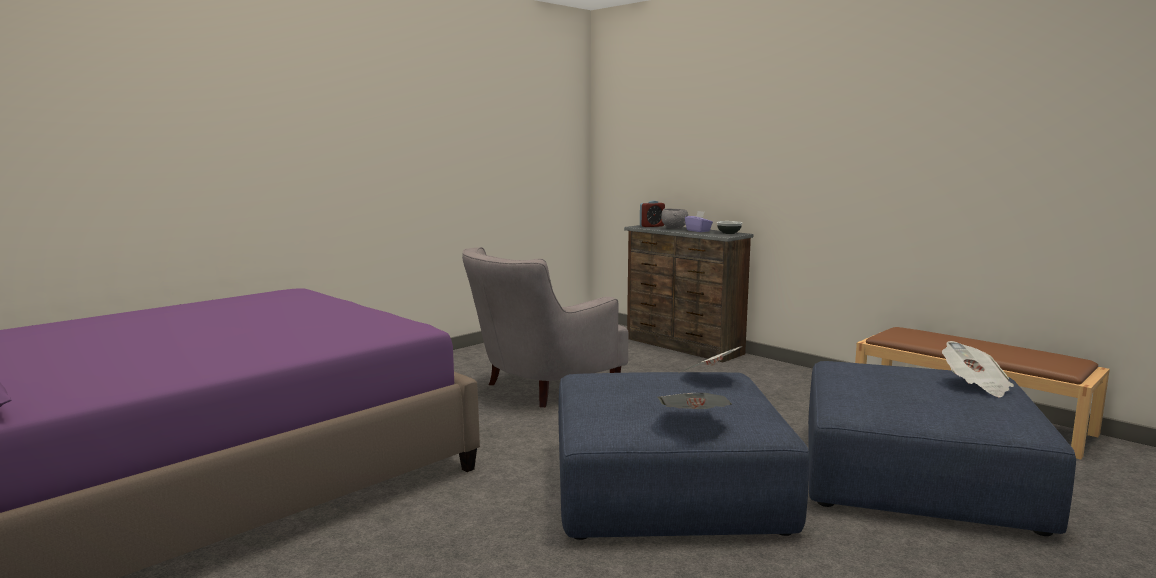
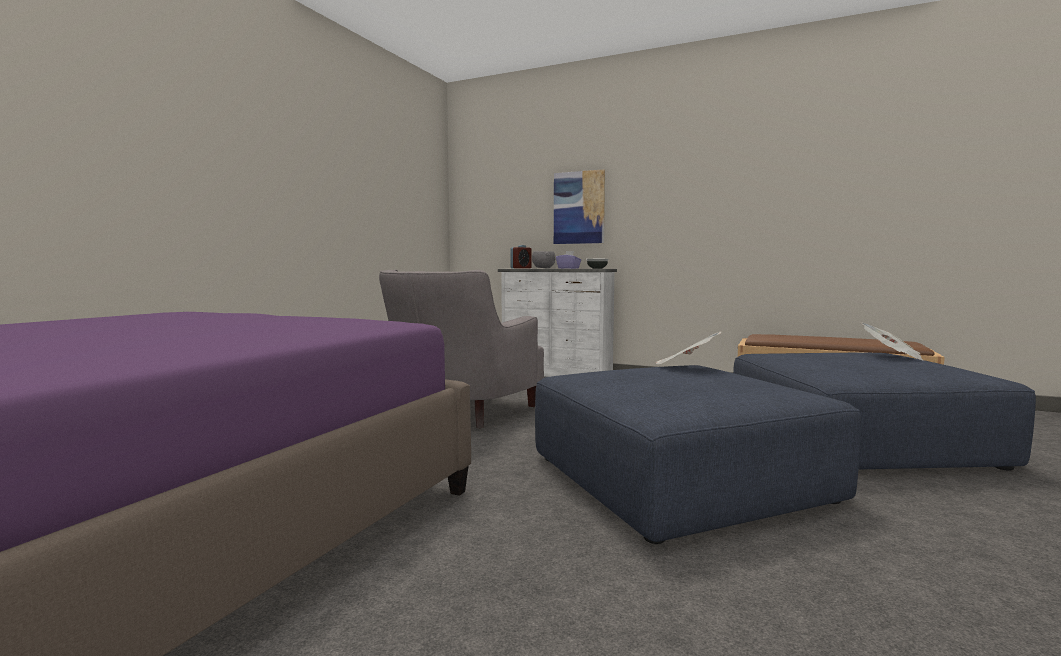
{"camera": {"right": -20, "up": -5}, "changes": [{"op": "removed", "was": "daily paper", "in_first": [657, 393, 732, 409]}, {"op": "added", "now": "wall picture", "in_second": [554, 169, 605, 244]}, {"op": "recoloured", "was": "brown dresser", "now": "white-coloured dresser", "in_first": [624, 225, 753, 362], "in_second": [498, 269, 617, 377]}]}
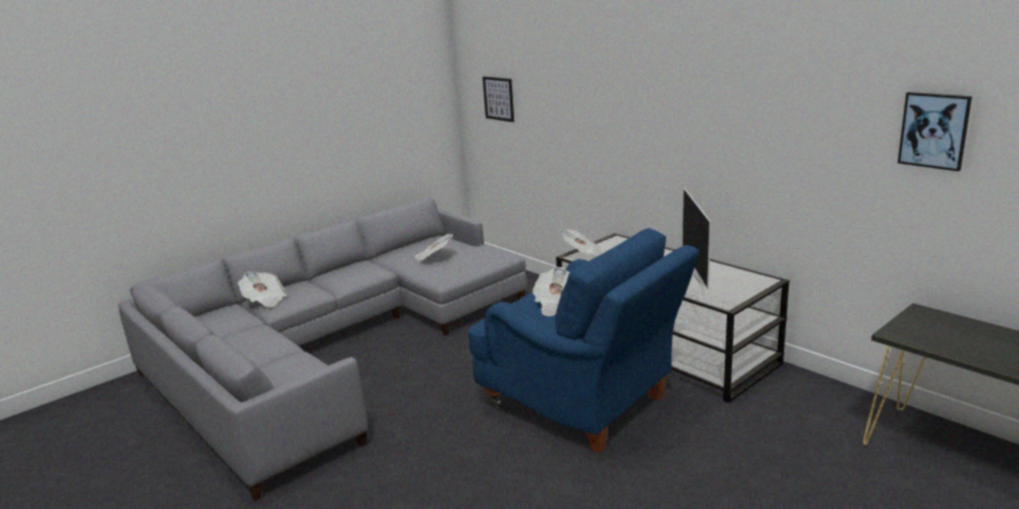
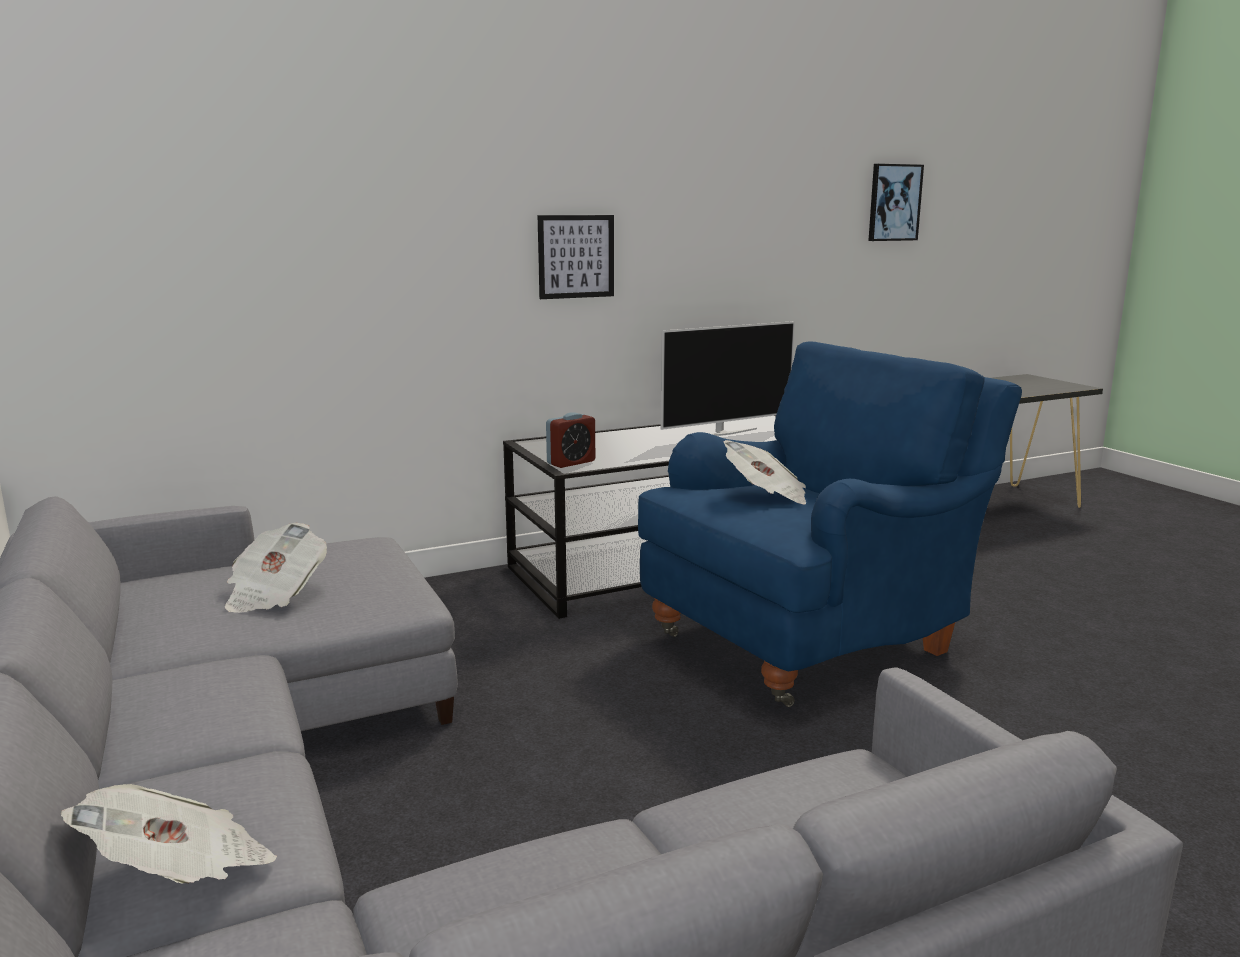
{"camera": {"right": -75, "up": -5}, "changes": [{"op": "moved", "was": "wall picture", "in_first": [483, 77, 514, 122], "in_second": [538, 215, 614, 299]}, {"op": "replaced", "was": "daily paper", "now": "table clock", "in_first": [559, 229, 602, 256], "in_second": [546, 412, 595, 468]}, {"op": "turned", "was": "television", "in_first": [682, 188, 711, 289], "in_second": [661, 321, 795, 436], "clockwise": -45}]}
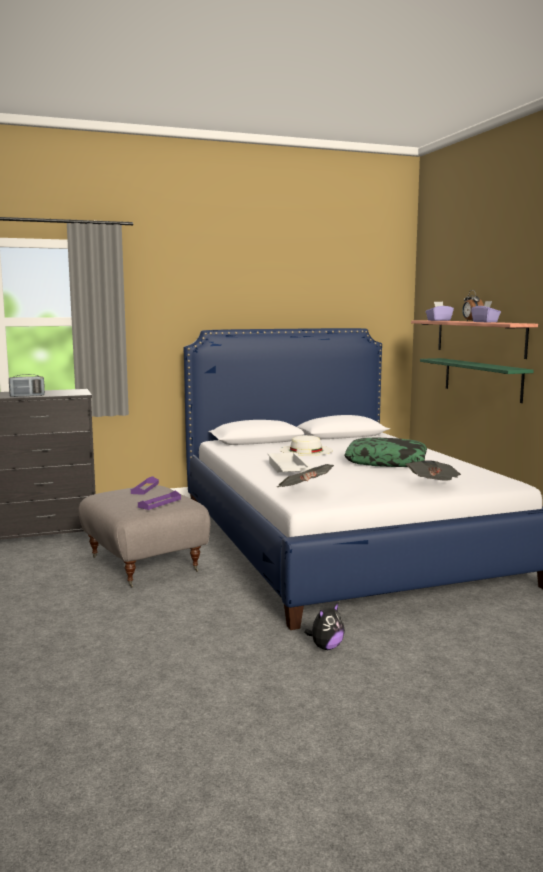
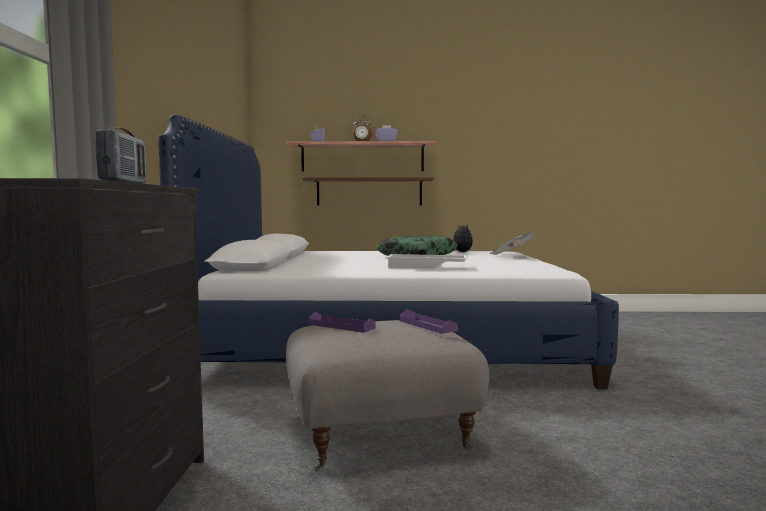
{"camera": {"right": -70, "up": -5}, "changes": [{"op": "removed", "was": "daily paper", "in_first": [277, 464, 334, 487]}, {"op": "removed", "was": "white-coloured hat", "in_first": [280, 435, 333, 456]}, {"op": "moved", "was": "soft toy", "in_first": [304, 603, 345, 650], "in_second": [453, 224, 473, 252]}, {"op": "recoloured", "was": "green wall shelf", "now": "brown wall shelf", "in_first": [420, 358, 534, 403], "in_second": [303, 177, 434, 206]}]}
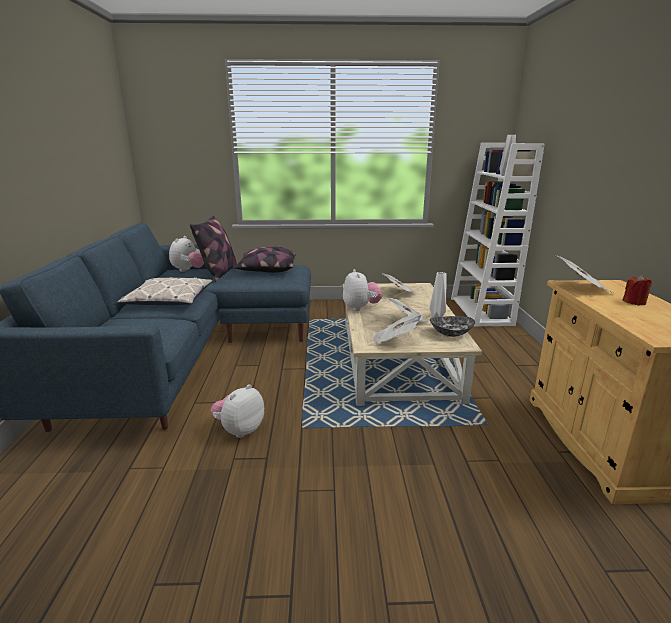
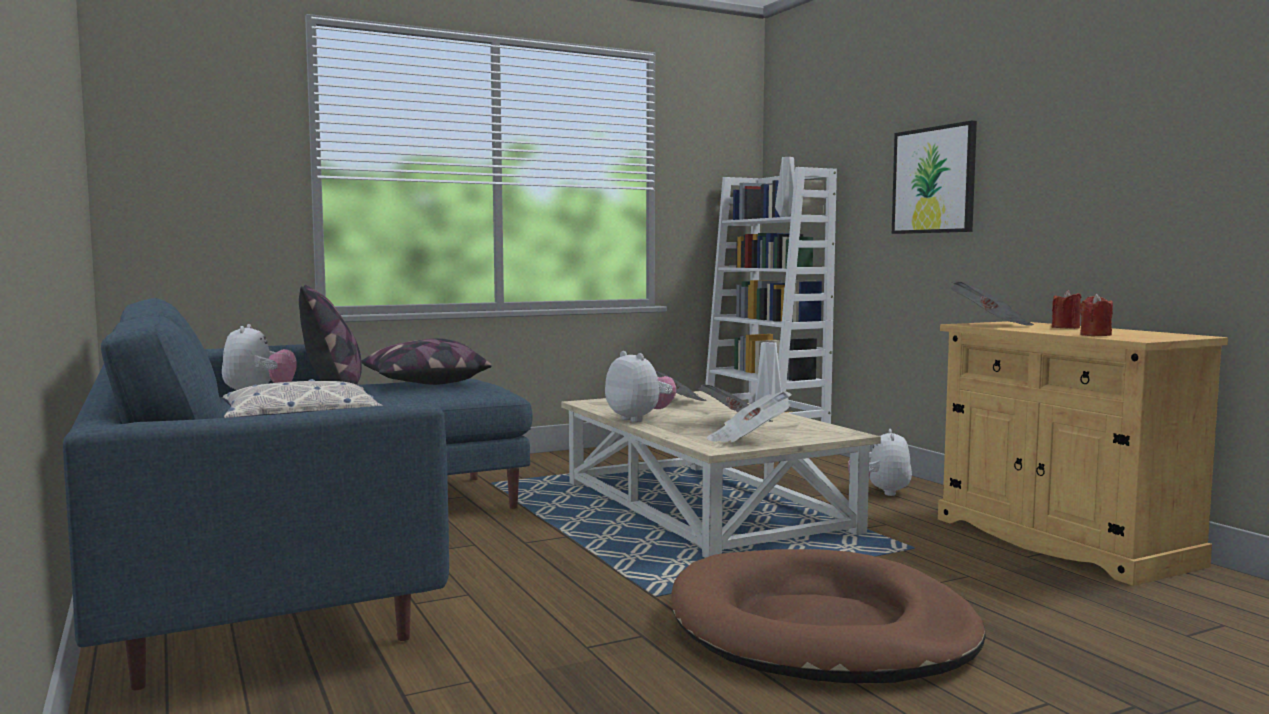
{"camera": {"right": -25, "up": -15}, "changes": [{"op": "removed", "was": "deep dish", "in_first": [430, 316, 475, 337]}, {"op": "added", "now": "brown dog bed", "in_second": [671, 549, 986, 683]}, {"op": "added", "now": "wall picture", "in_second": [892, 121, 977, 234]}, {"op": "added", "now": "red wax light", "in_second": [1080, 294, 1113, 336]}, {"op": "moved", "was": "soft toy", "in_first": [210, 384, 264, 438], "in_second": [848, 429, 912, 496]}]}
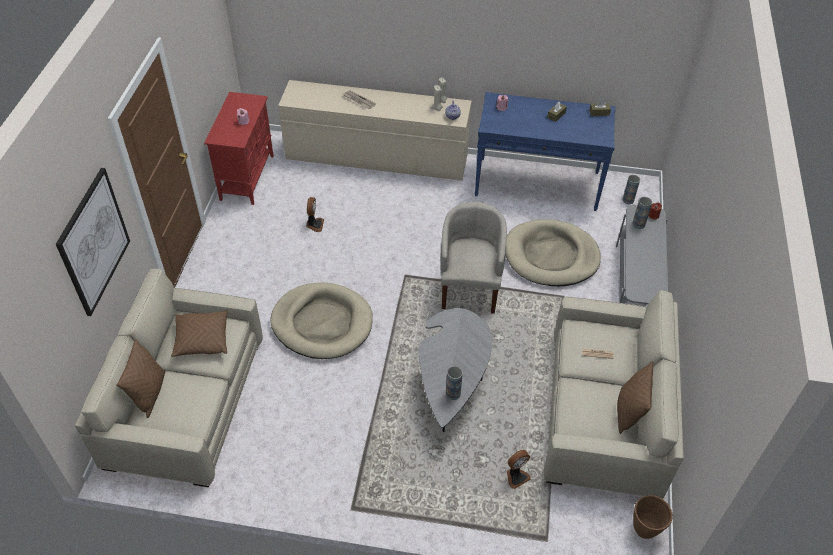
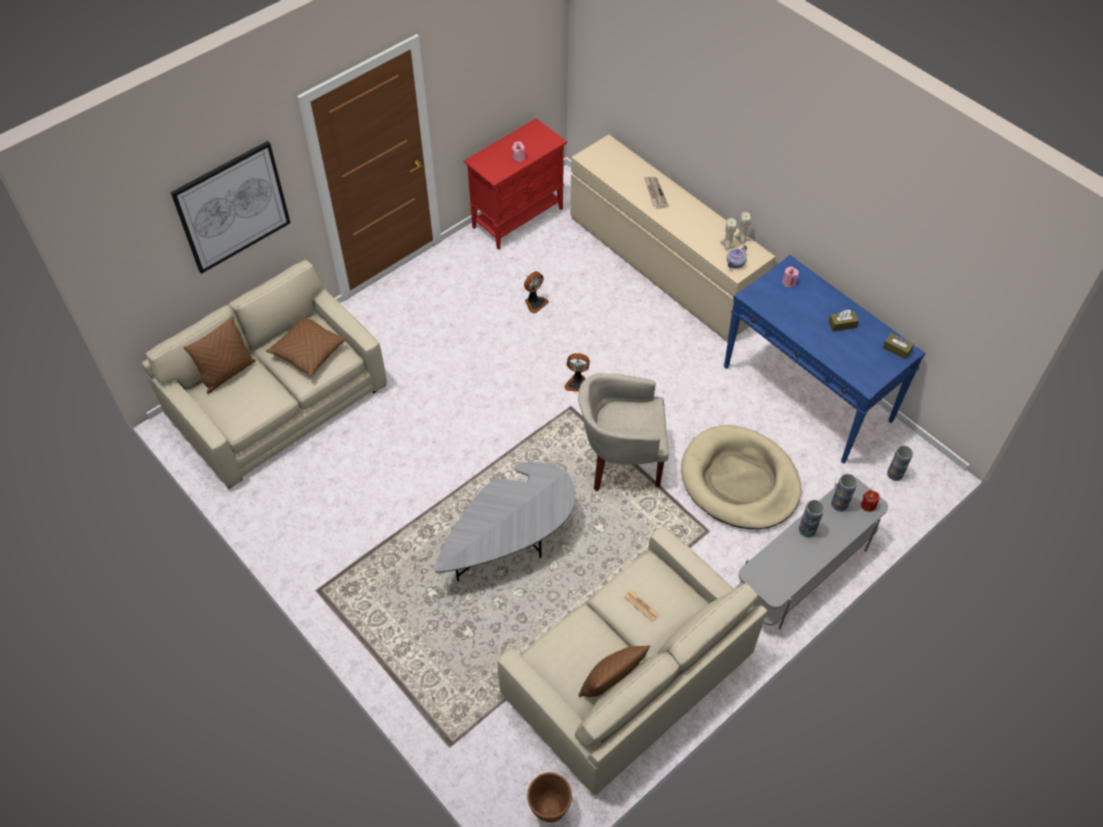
{"camera": {"right": 40, "up": 5}, "changes": [{"op": "removed", "was": "sand-coloured dog bed", "in_first": [270, 282, 373, 359]}, {"op": "moved", "was": "decorative vase", "in_first": [446, 366, 463, 400], "in_second": [799, 500, 824, 538]}, {"op": "moved", "was": "electric fan", "in_first": [507, 450, 531, 489], "in_second": [564, 353, 590, 392]}, {"op": "turned", "was": "sand-coloured lounge chair", "in_first": [441, 201, 507, 314], "in_second": [578, 373, 669, 491], "clockwise": -135}]}
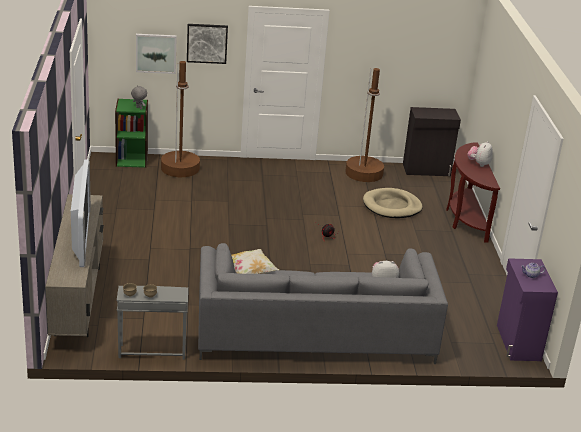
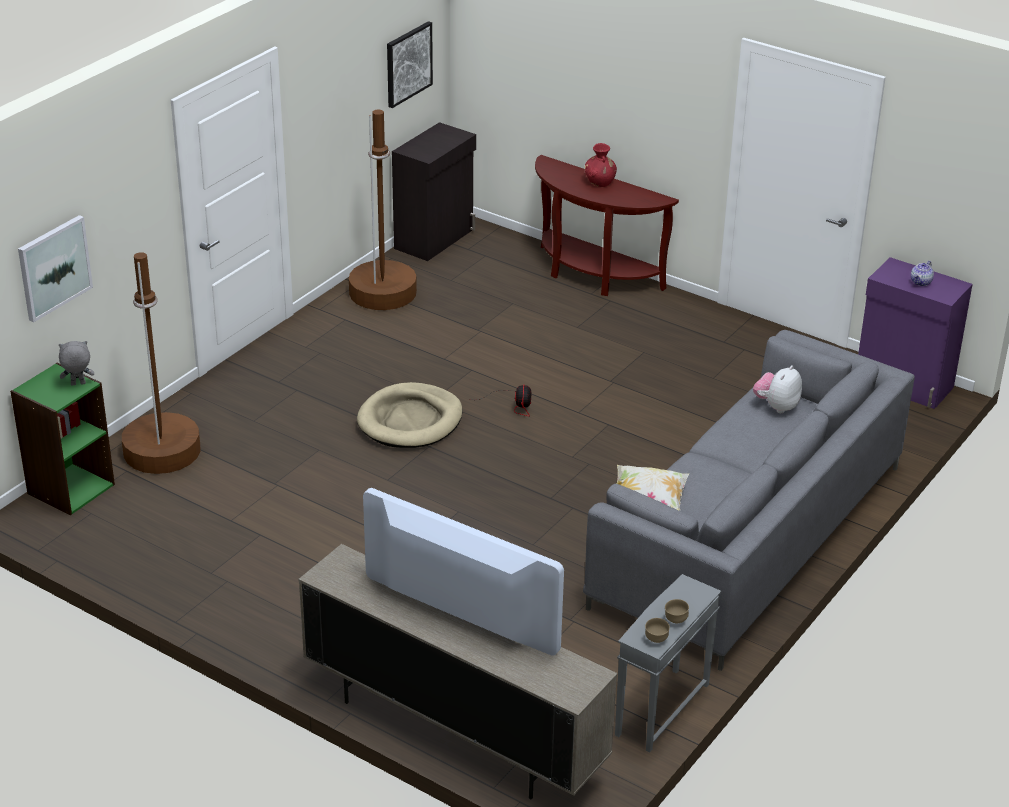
{"camera": {"right": -50, "up": 5}, "changes": [{"op": "moved", "was": "wall picture", "in_first": [187, 24, 228, 64], "in_second": [387, 21, 433, 108]}, {"op": "moved", "was": "sand-coloured dog bed", "in_first": [363, 188, 423, 218], "in_second": [357, 382, 463, 448]}, {"op": "replaced", "was": "soft toy", "now": "red decorative vase", "in_first": [467, 141, 493, 167], "in_second": [585, 143, 617, 187]}]}
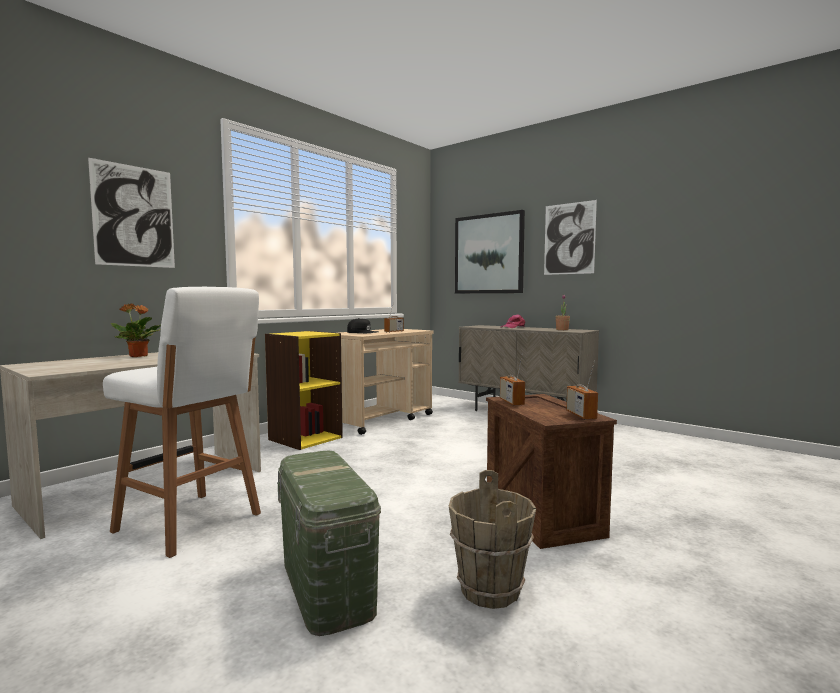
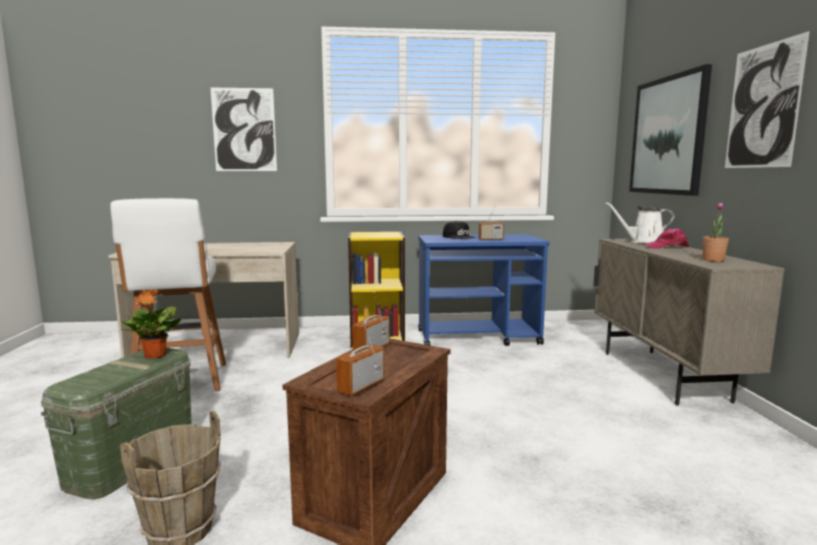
{"camera": {"right": 45, "up": 5}, "changes": [{"op": "added", "now": "white-coloured sprinkling can", "in_second": [605, 202, 675, 243]}, {"op": "moved", "was": "plant in a pot", "in_first": [111, 304, 161, 357], "in_second": [121, 289, 181, 358]}, {"op": "recoloured", "was": "sand-coloured cart", "now": "blue cart", "in_first": [339, 329, 434, 435], "in_second": [418, 234, 549, 346]}]}
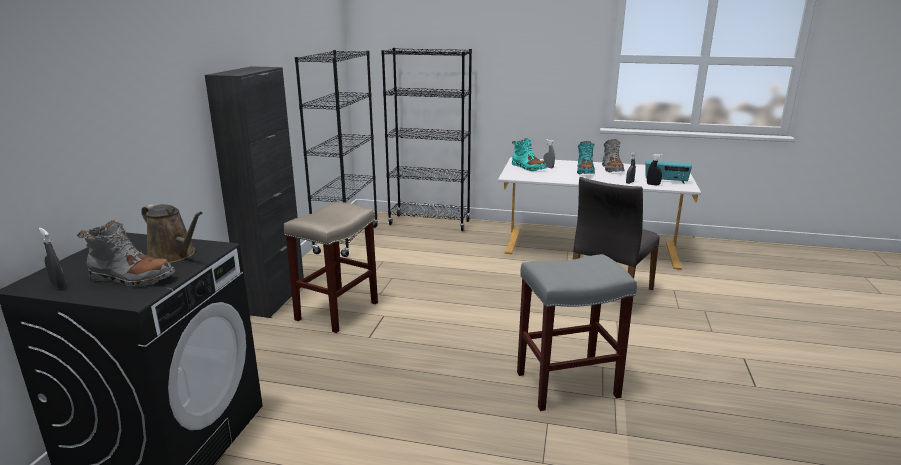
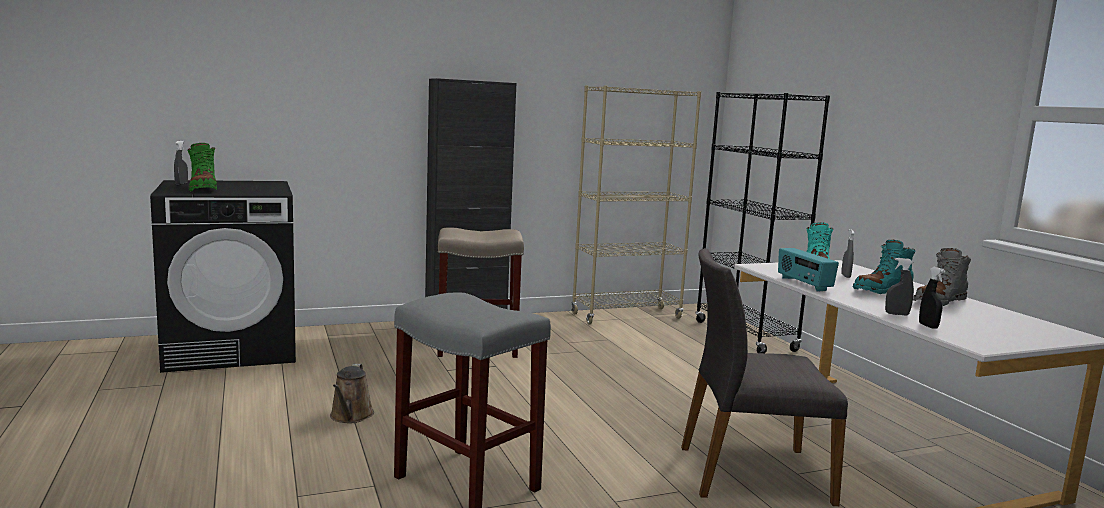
{"camera": {"right": 55, "up": -10}, "changes": [{"op": "moved", "was": "brown sprinkling can", "in_first": [141, 204, 202, 263], "in_second": [330, 364, 374, 423]}, {"op": "moved", "was": "radio", "in_first": [645, 161, 692, 184], "in_second": [778, 248, 839, 292]}, {"op": "recoloured", "was": "greyish high-top boot", "now": "green high-top boot", "in_first": [77, 220, 175, 287], "in_second": [188, 143, 217, 191]}, {"op": "recoloured", "was": "blackish bookcase", "now": "sand-coloured bookcase", "in_first": [295, 50, 379, 257], "in_second": [571, 86, 701, 325]}]}
